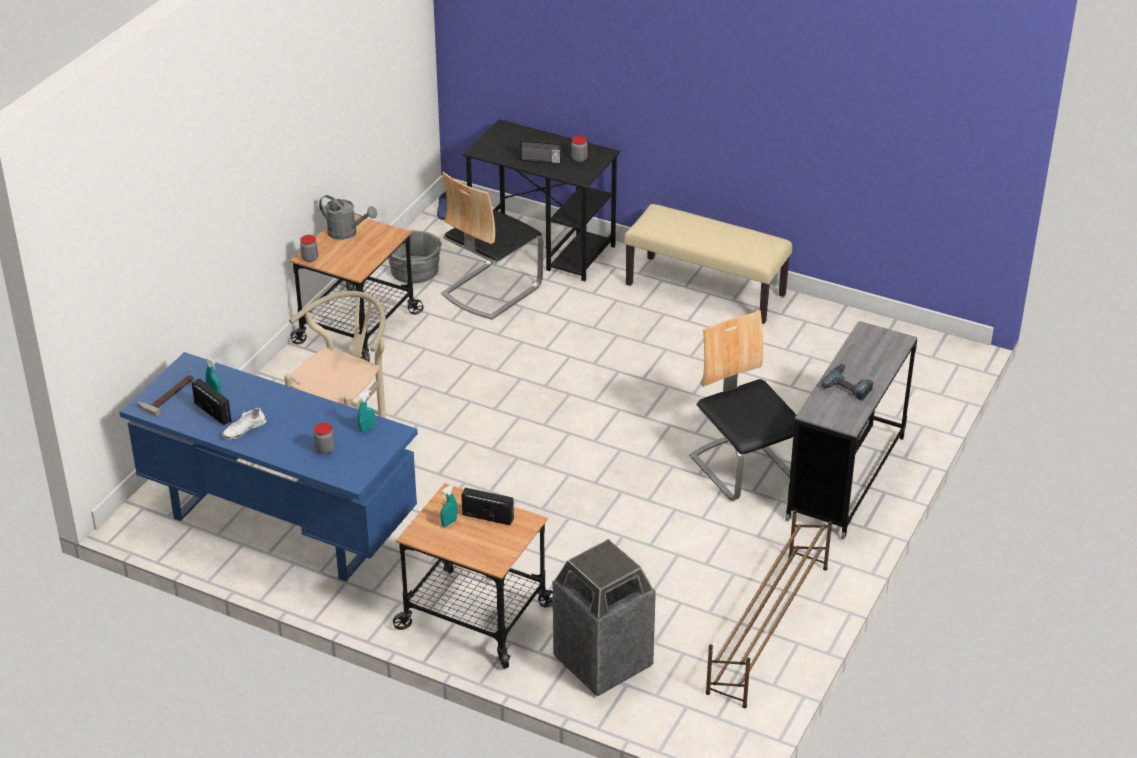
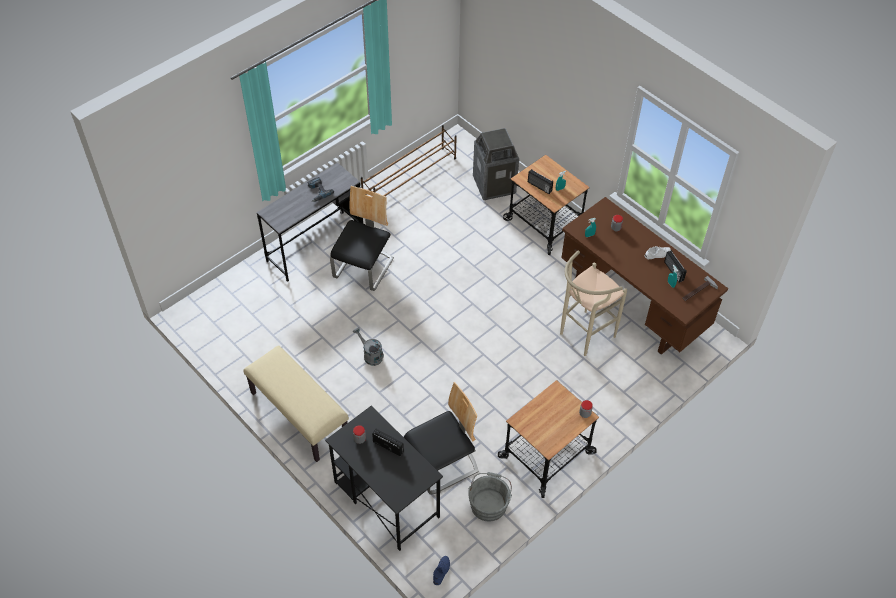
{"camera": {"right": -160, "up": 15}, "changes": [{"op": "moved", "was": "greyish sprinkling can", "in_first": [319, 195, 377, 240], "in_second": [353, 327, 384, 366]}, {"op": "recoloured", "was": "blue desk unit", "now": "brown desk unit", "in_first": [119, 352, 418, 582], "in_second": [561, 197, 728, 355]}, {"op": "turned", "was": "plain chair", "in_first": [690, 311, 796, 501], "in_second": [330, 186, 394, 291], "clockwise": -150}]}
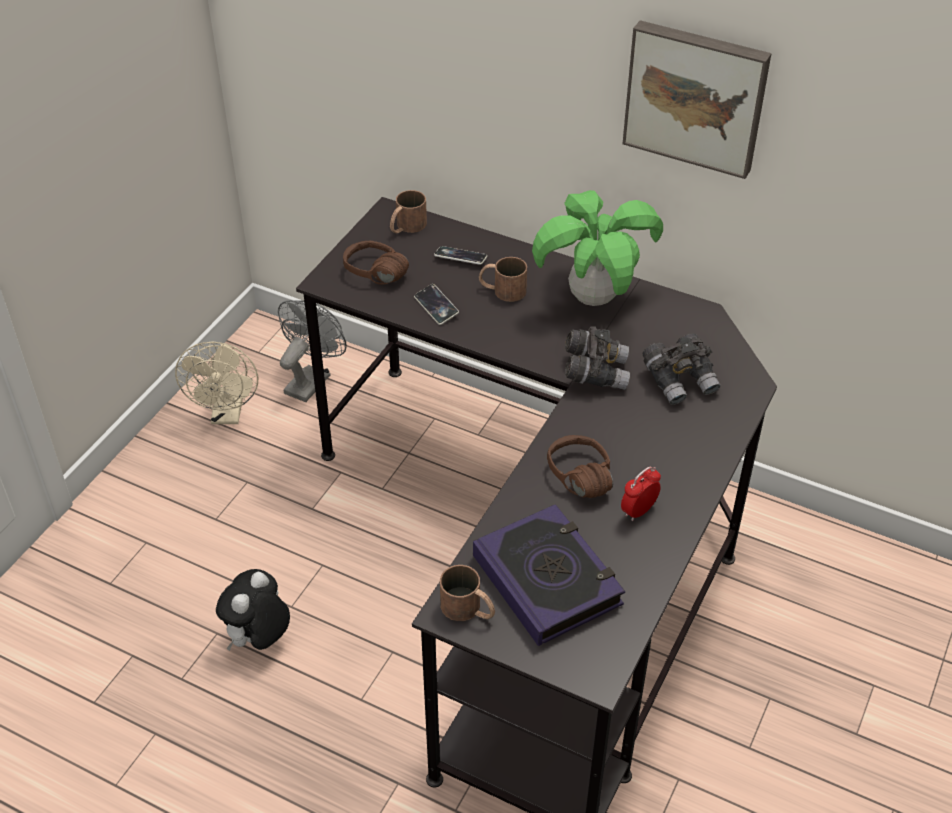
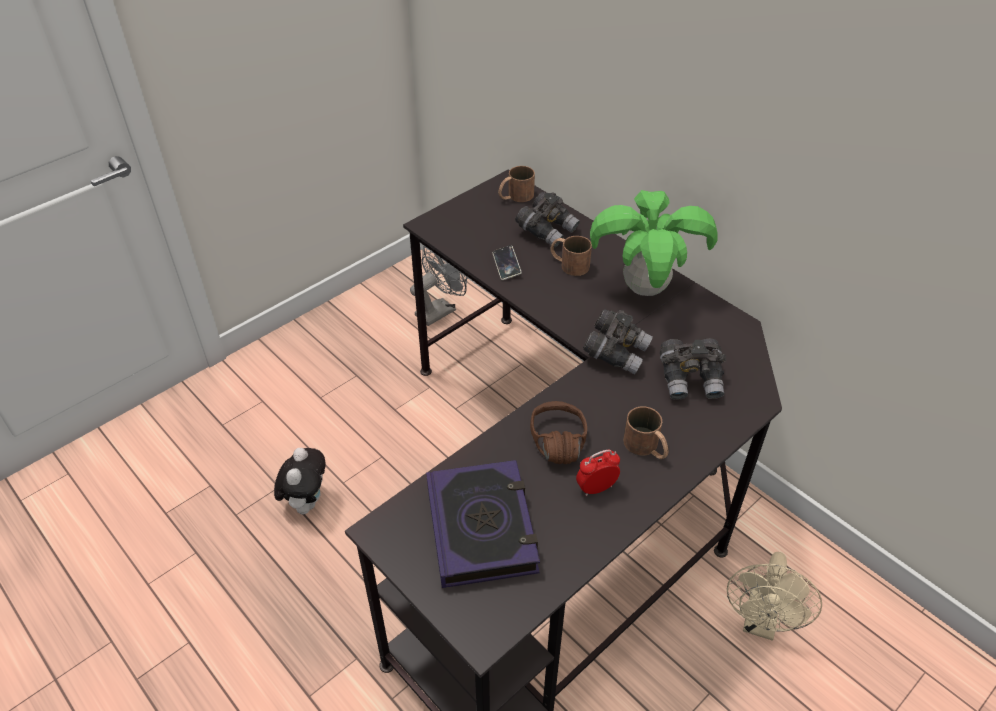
{"camera": {"right": 20, "up": 0}, "changes": [{"op": "removed", "was": "brown headphones", "in_first": [343, 240, 409, 284]}, {"op": "removed", "was": "wall picture", "in_first": [622, 20, 772, 179]}, {"op": "moved", "was": "sand-coloured electric fan", "in_first": [175, 342, 258, 424], "in_second": [727, 552, 822, 641]}, {"op": "moved", "was": "brown coffee mug", "in_first": [440, 565, 495, 621], "in_second": [623, 406, 668, 459]}, {"op": "replaced", "was": "phone", "now": "greyish binoculars", "in_first": [434, 246, 487, 265], "in_second": [515, 192, 580, 248]}, {"op": "turned", "was": "soft toy", "in_first": [216, 569, 290, 651], "in_second": [274, 448, 325, 515], "clockwise": 135}]}
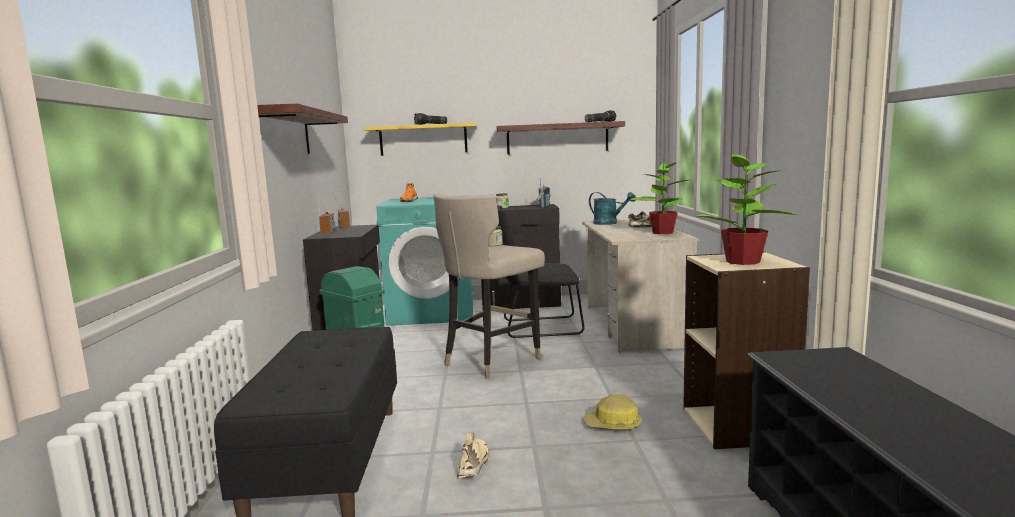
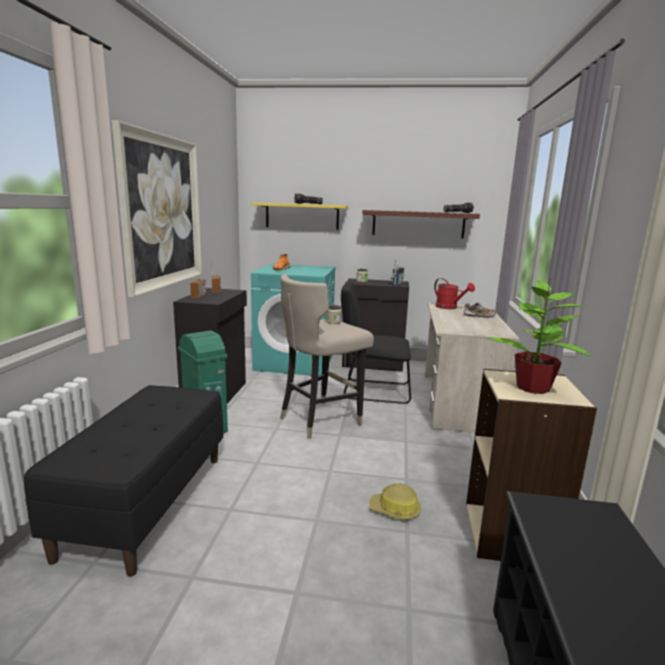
{"camera": {"right": 10, "up": 5}, "changes": [{"op": "removed", "was": "sand-coloured low shoe", "in_first": [457, 432, 490, 478]}, {"op": "removed", "was": "plant in a pot", "in_first": [628, 159, 688, 234]}, {"op": "replaced", "was": "wall shelf", "now": "wall picture", "in_first": [257, 103, 348, 154], "in_second": [112, 120, 202, 297]}, {"op": "recoloured", "was": "turquoise-coloured sprinkling can", "now": "red sprinkling can", "in_first": [589, 192, 635, 225], "in_second": [434, 278, 475, 309]}]}
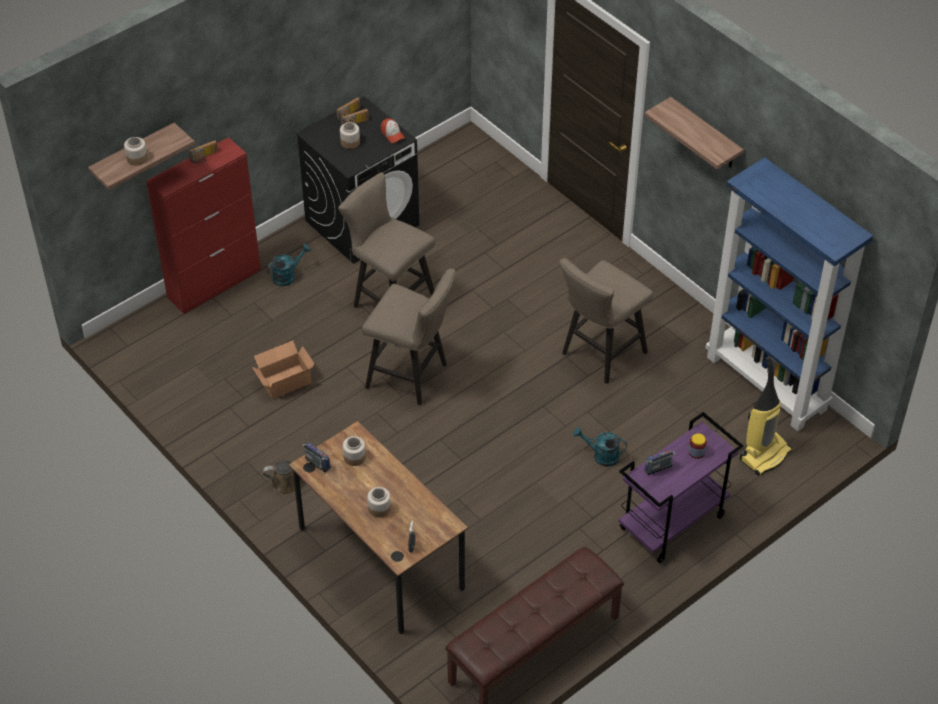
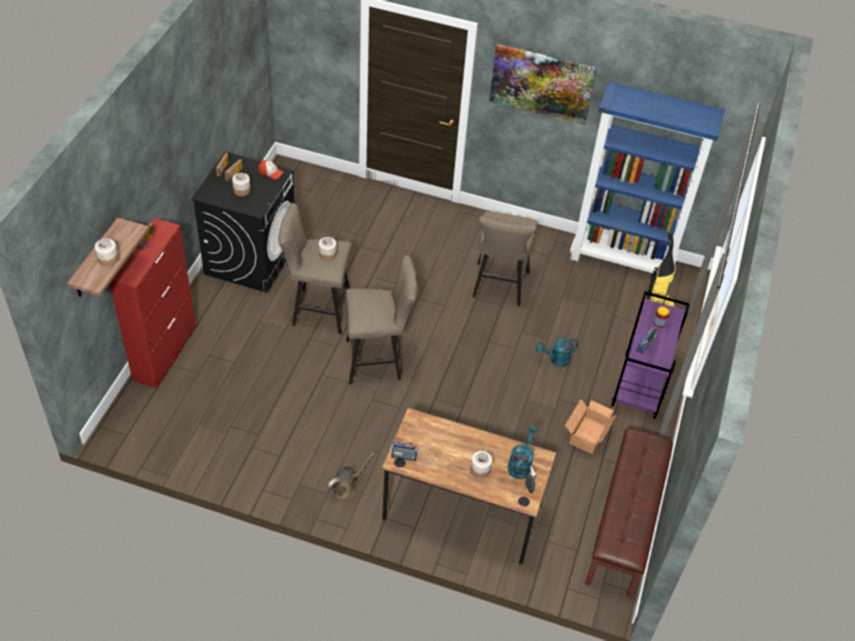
{"camera": {"right": -35, "up": 0}, "changes": [{"op": "moved", "was": "packing box", "in_first": [252, 341, 314, 399], "in_second": [565, 399, 617, 454]}, {"op": "moved", "was": "turquoise-coloured sprinkling can", "in_first": [267, 244, 311, 286], "in_second": [508, 426, 538, 479]}, {"op": "moved", "was": "storage jar", "in_first": [343, 436, 366, 466], "in_second": [319, 237, 336, 261]}, {"op": "replaced", "was": "wall shelf", "now": "wall picture", "in_first": [645, 97, 744, 169], "in_second": [489, 44, 597, 125]}]}
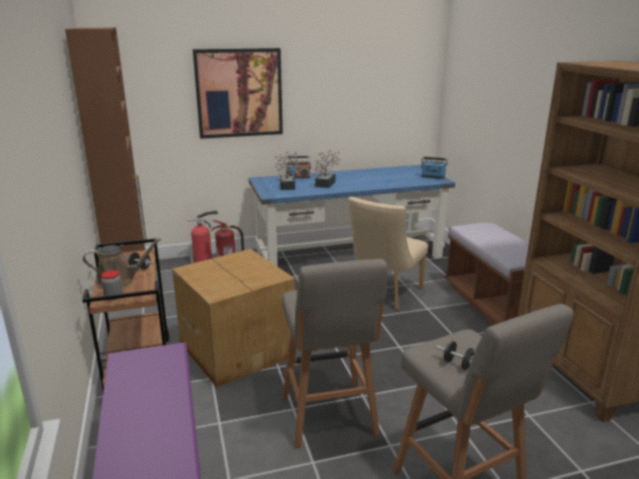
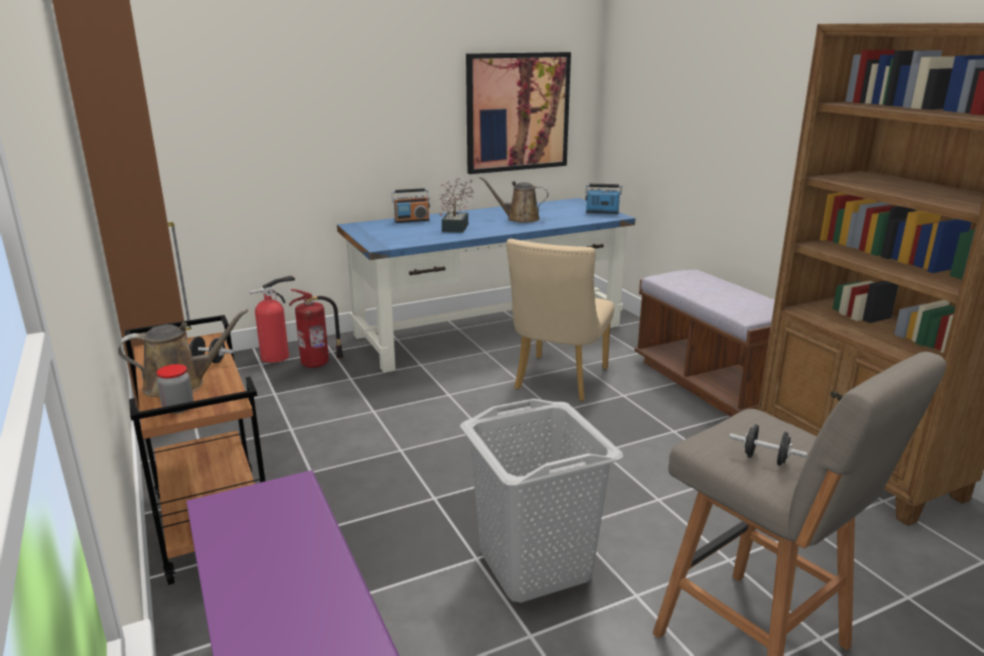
{"camera": {"right": -10, "up": 0}, "changes": [{"op": "removed", "was": "packing box", "in_first": [172, 249, 296, 387]}, {"op": "removed", "was": "plant in a pot", "in_first": [273, 151, 299, 190]}, {"op": "added", "now": "brown sprinkling can", "in_second": [479, 177, 549, 223]}, {"op": "moved", "was": "wall picture", "in_first": [193, 48, 283, 139], "in_second": [466, 52, 571, 174]}, {"op": "replaced", "was": "greyish stool", "now": "greyish laundry basket", "in_first": [282, 259, 388, 449], "in_second": [460, 399, 623, 603]}]}
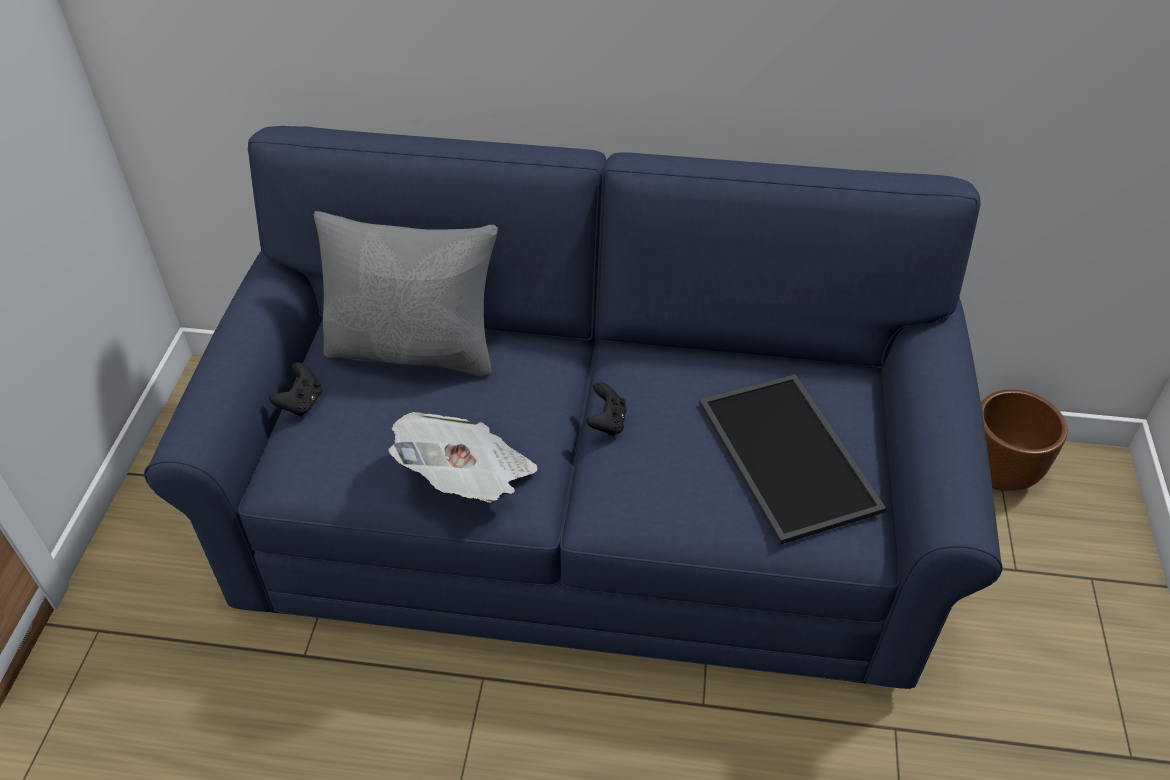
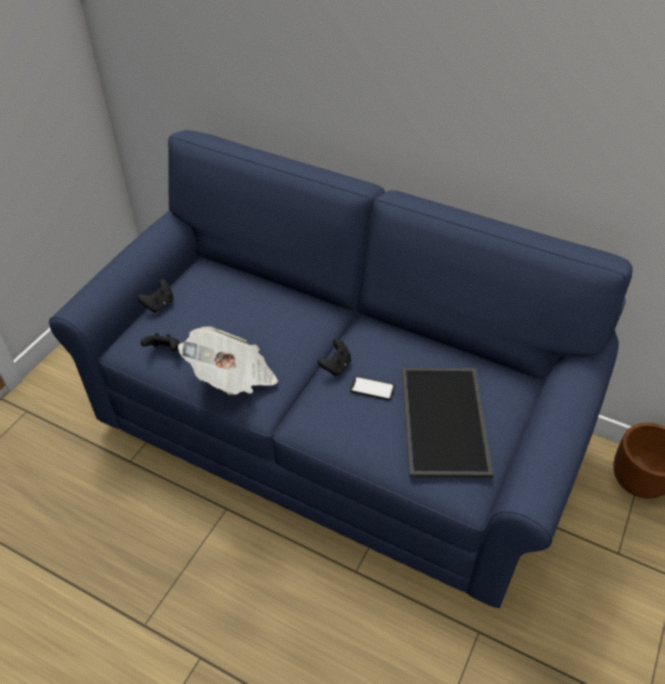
{"camera": {"right": 20, "up": 0}, "changes": [{"op": "removed", "was": "greyish pillow", "in_first": [314, 211, 498, 377]}, {"op": "added", "now": "blackish gamepad", "in_second": [140, 333, 180, 351]}, {"op": "added", "now": "phone", "in_second": [350, 376, 395, 400]}]}
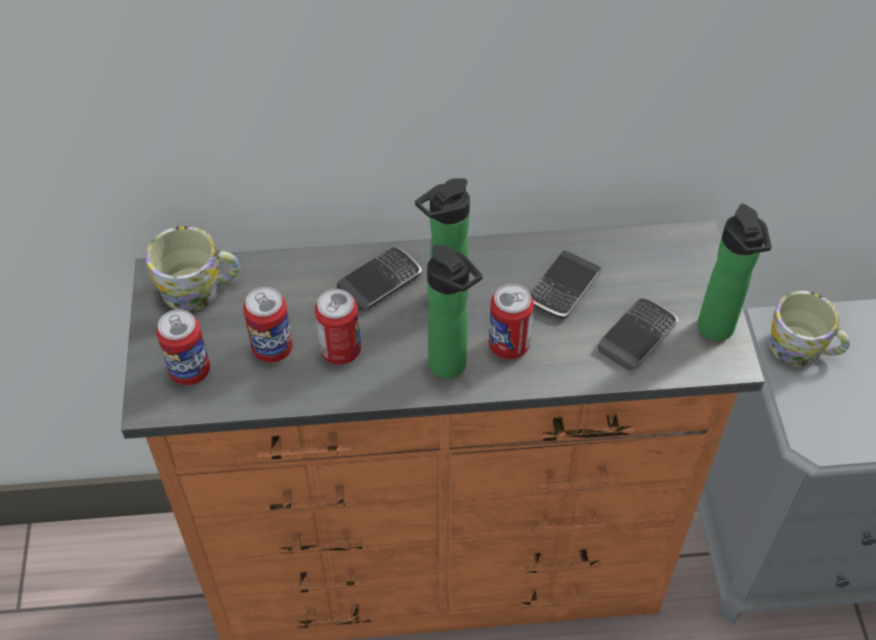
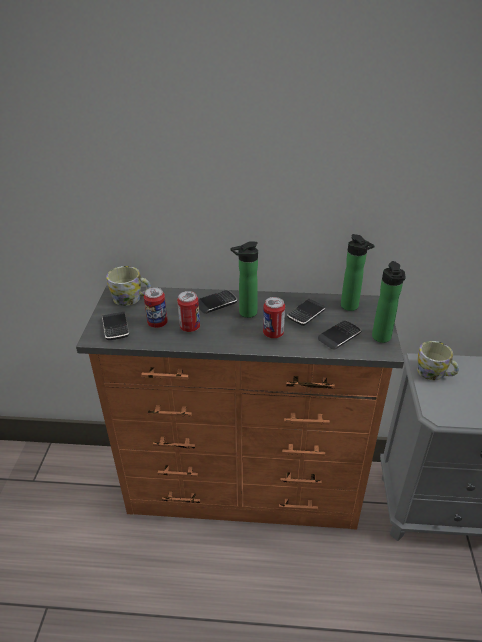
{"camera": {"right": 10, "up": -15}, "changes": [{"op": "moved", "was": "bottle", "in_first": [427, 244, 482, 379], "in_second": [341, 234, 375, 311]}, {"op": "replaced", "was": "can", "now": "phone", "in_first": [156, 309, 210, 386], "in_second": [102, 312, 129, 340]}]}
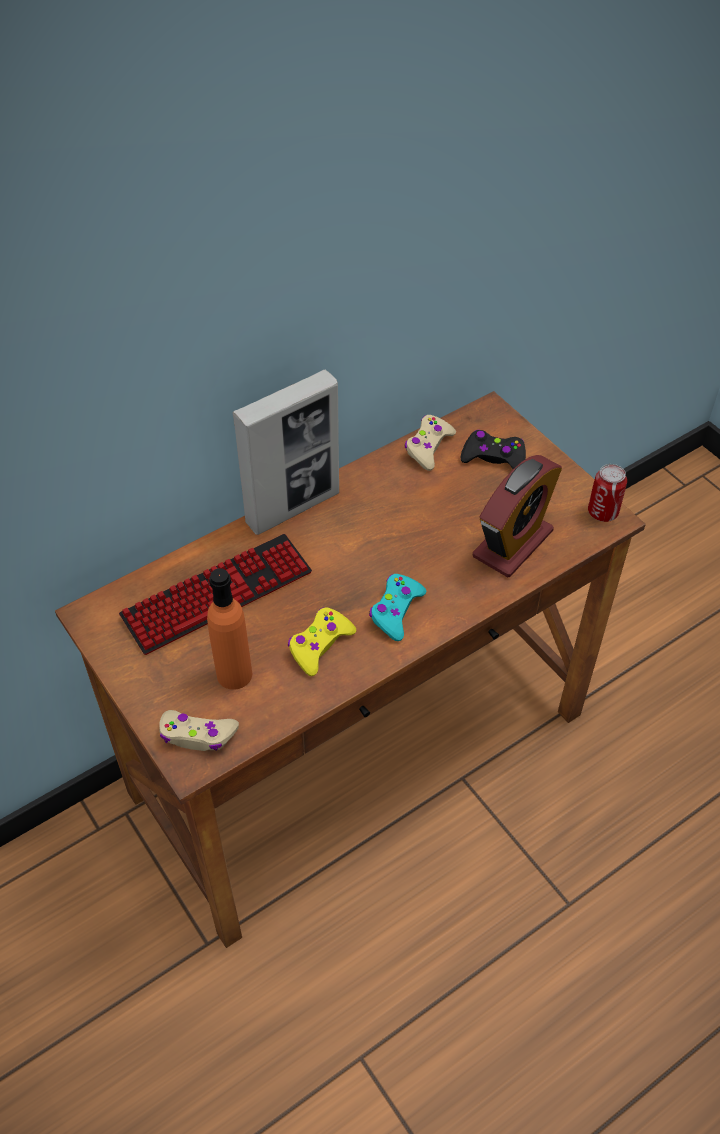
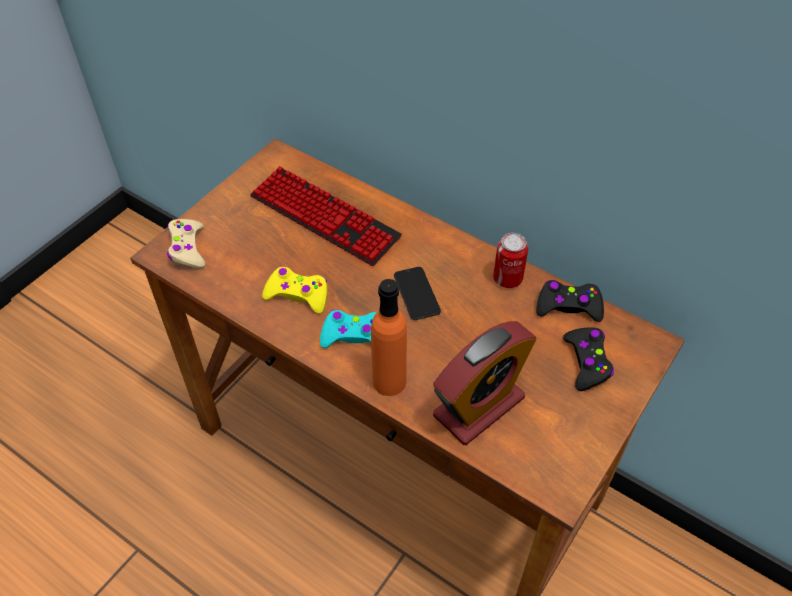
{"camera": {"right": 70, "up": 0}, "changes": [{"op": "removed", "was": "picture frame", "in_first": [233, 369, 339, 535]}, {"op": "added", "now": "phone", "in_second": [394, 267, 441, 320]}, {"op": "moved", "was": "orange-coloured bottle", "in_first": [207, 568, 252, 690], "in_second": [371, 279, 407, 396]}, {"op": "moved", "was": "can", "in_first": [588, 464, 627, 522], "in_second": [493, 233, 528, 288]}, {"op": "recoloured", "was": "sand-coloured gamepad", "now": "blackish gamepad", "in_first": [405, 415, 456, 471], "in_second": [536, 280, 604, 322]}, {"op": "turned", "was": "table clock", "in_first": [473, 455, 562, 577], "in_second": [433, 321, 537, 445], "clockwise": -60}]}
